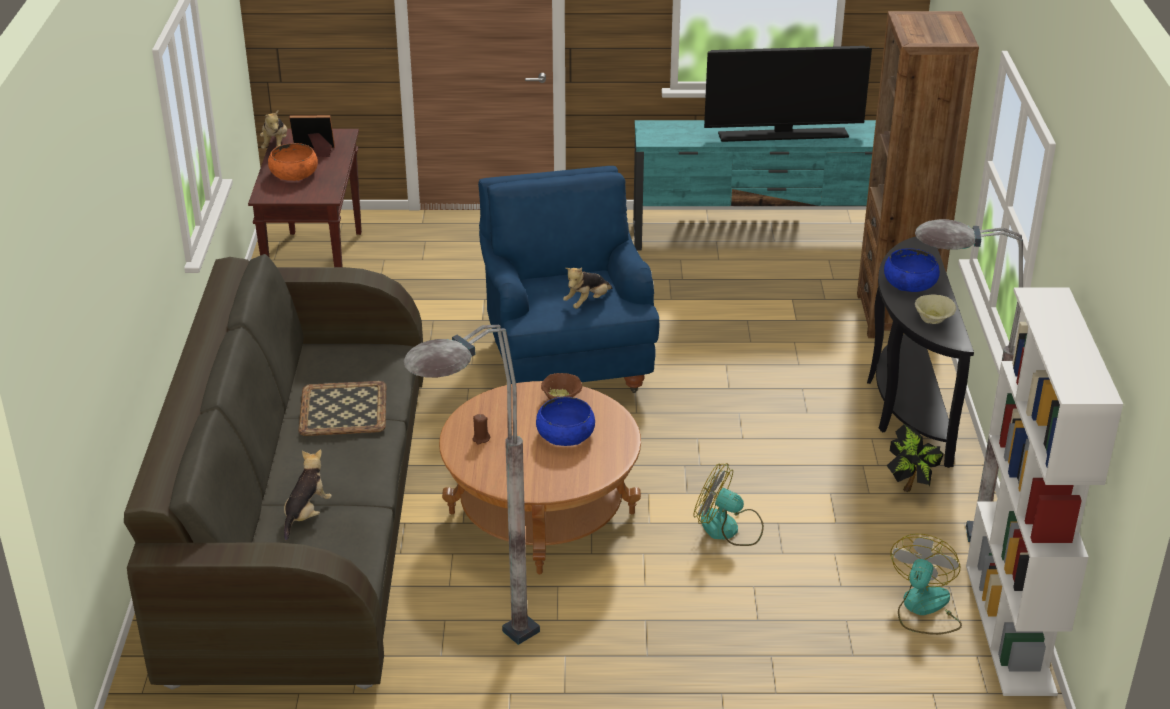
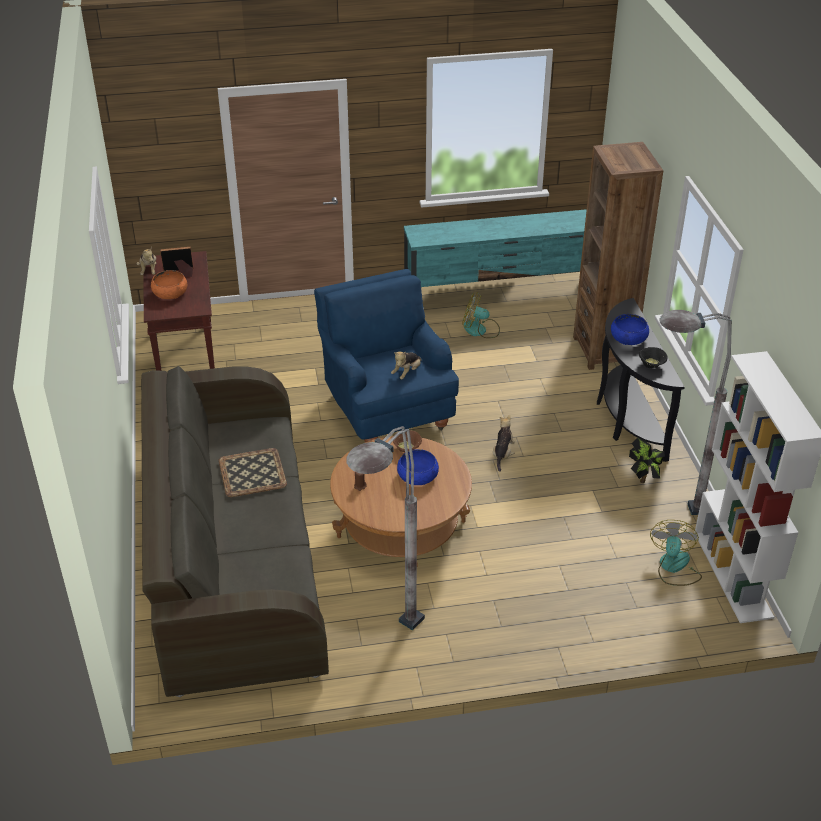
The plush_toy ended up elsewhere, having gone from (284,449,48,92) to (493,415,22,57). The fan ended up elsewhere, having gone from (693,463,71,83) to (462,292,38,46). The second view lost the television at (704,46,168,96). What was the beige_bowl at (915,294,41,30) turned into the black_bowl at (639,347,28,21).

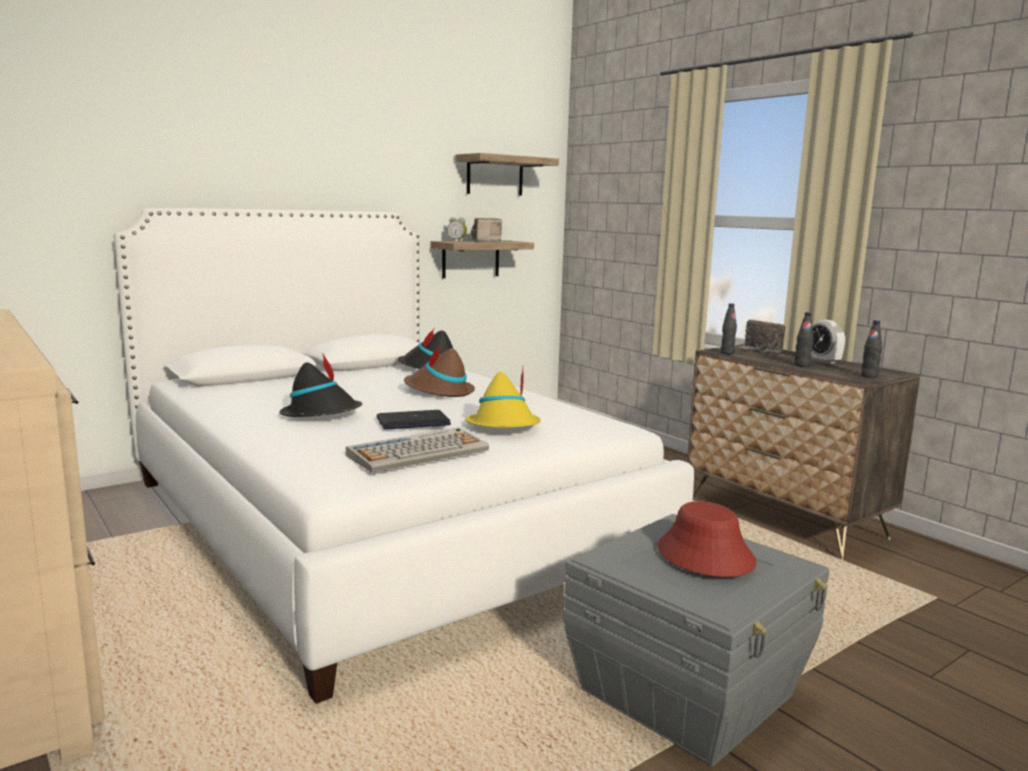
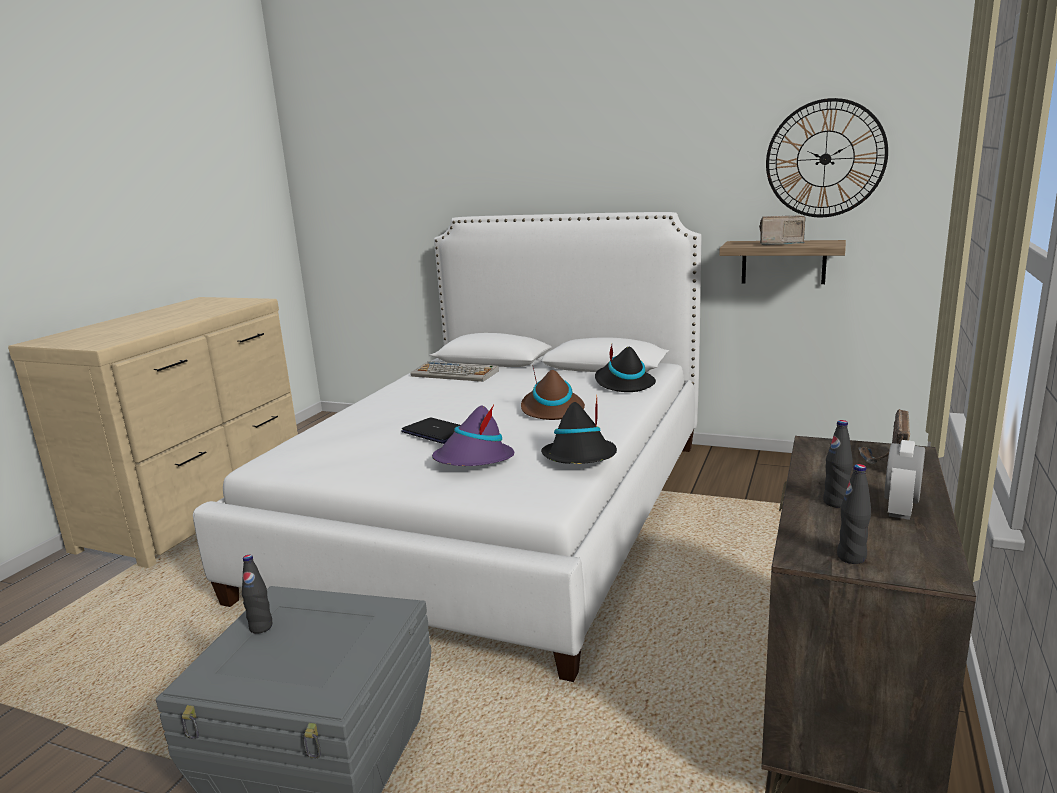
The black_hat ended up elsewhere, having gone from (279,353,83,64) to (541,395,76,69). The keyboard ended up elsewhere, having gone from (346,428,143,45) to (410,361,89,21). The second view lost the alarm_clock at (448,217,19,25). Where the shelf hung at (456,153,103,43), the wall_clock came to hang at (766,98,122,119). What was the yellow_hat at (465,367,76,61) turned into the purple_hat at (432,404,82,62). The second view lost the red_hat at (657,501,100,76). The black_bottle ended up elsewhere, having gone from (721,303,16,51) to (242,555,30,79).

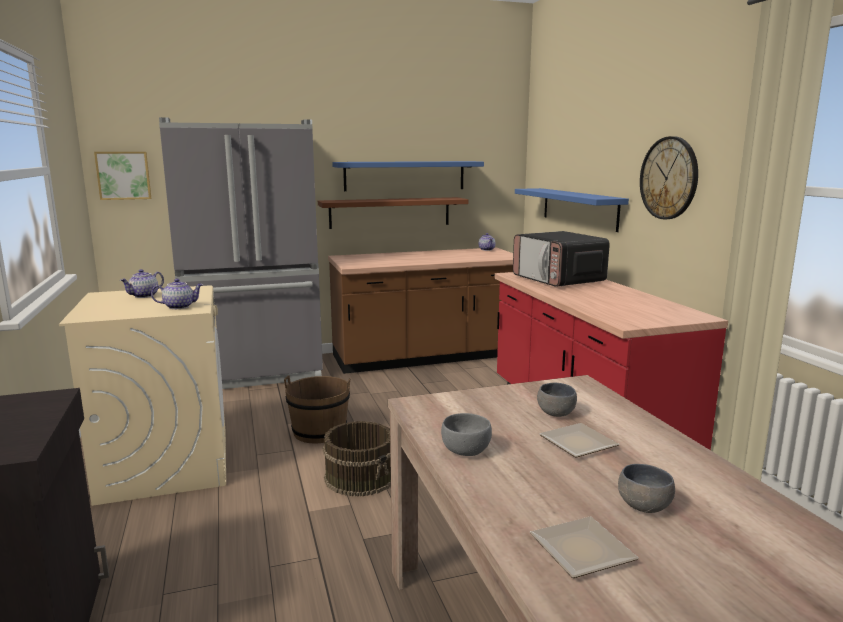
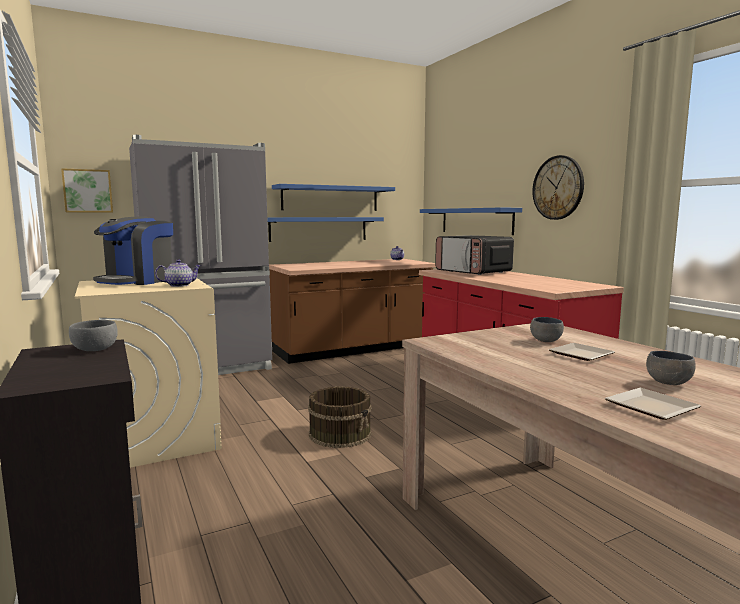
Where the teapot stood at (120,269,44,29), the coffee_machine came to stand at (93,216,80,69). The second view lost the brown_bucket at (284,375,67,68). What was the brown_shelf at (318,197,150,32) turned into the blue_shelf at (267,217,117,25). The grey_bowl ended up elsewhere, having gone from (441,413,51,43) to (69,320,49,31).

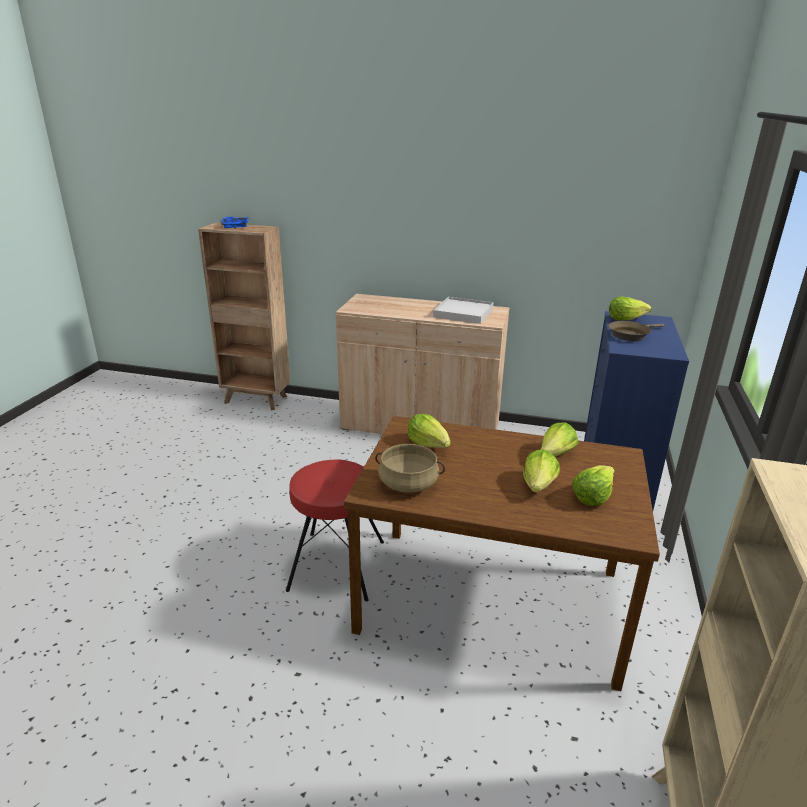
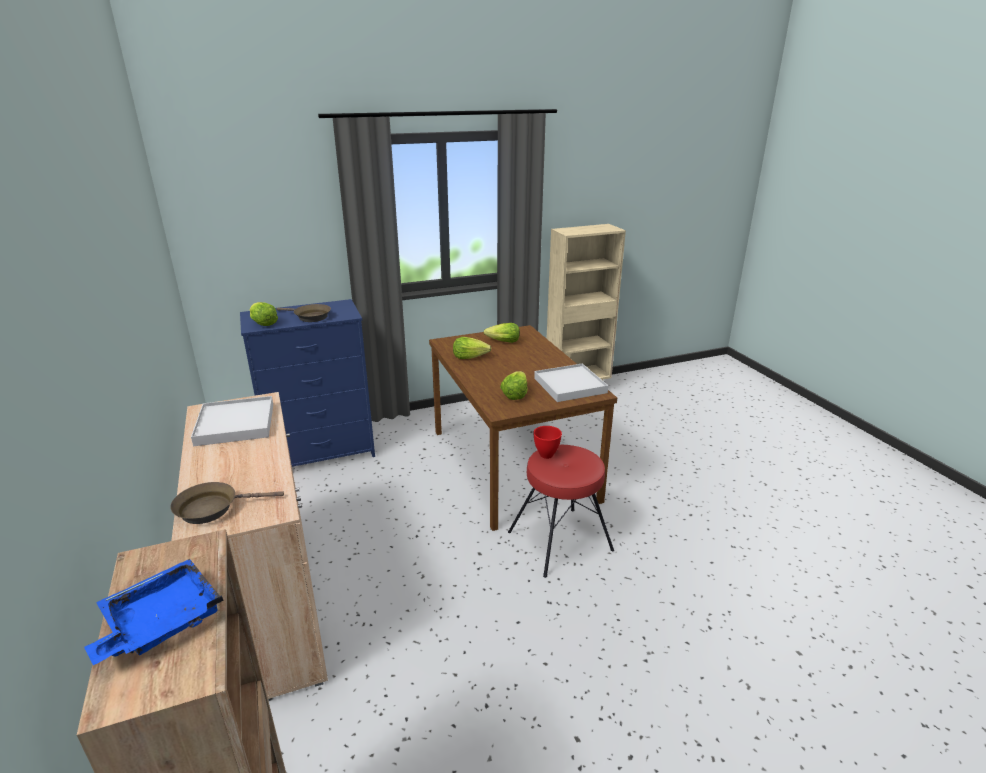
Where the beige_cooking_pot stood at (375,444,70,49), the white_tray came to stand at (534,364,74,38). The second view lost the lettuce at (523,449,37,44). The second view gained the brown_frying_pan at (170,482,114,42). The second view gained the red_bowl at (533,426,29,33).

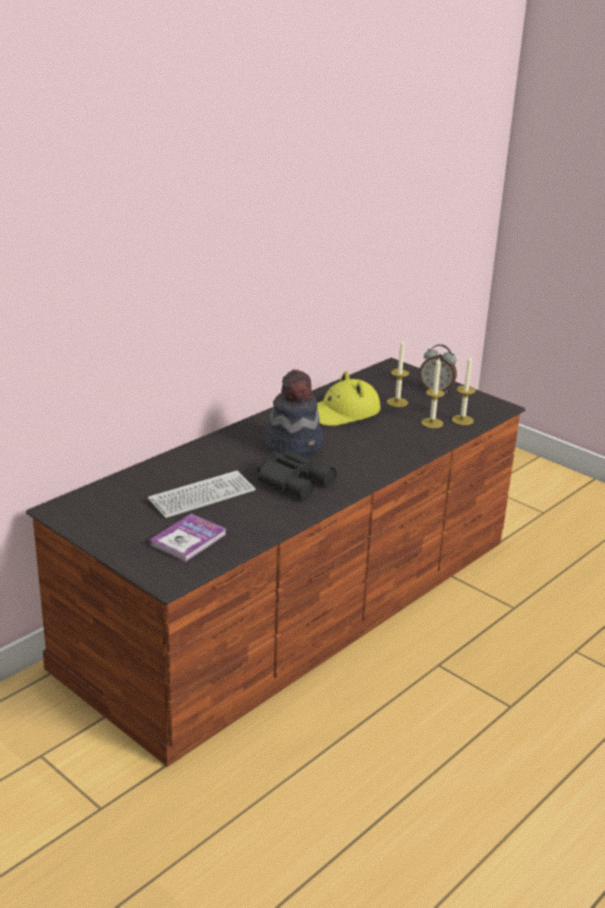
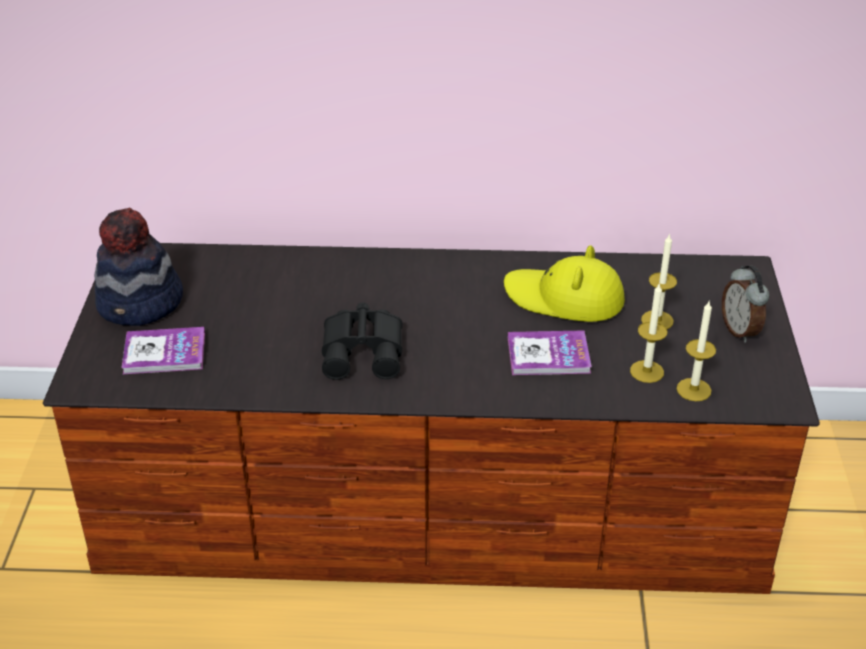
The second view lost the keyboard at (148,471,108,47). The hat ended up elsewhere, having gone from (265,369,58,88) to (94,208,89,118). The second view gained the book at (508,330,84,45).

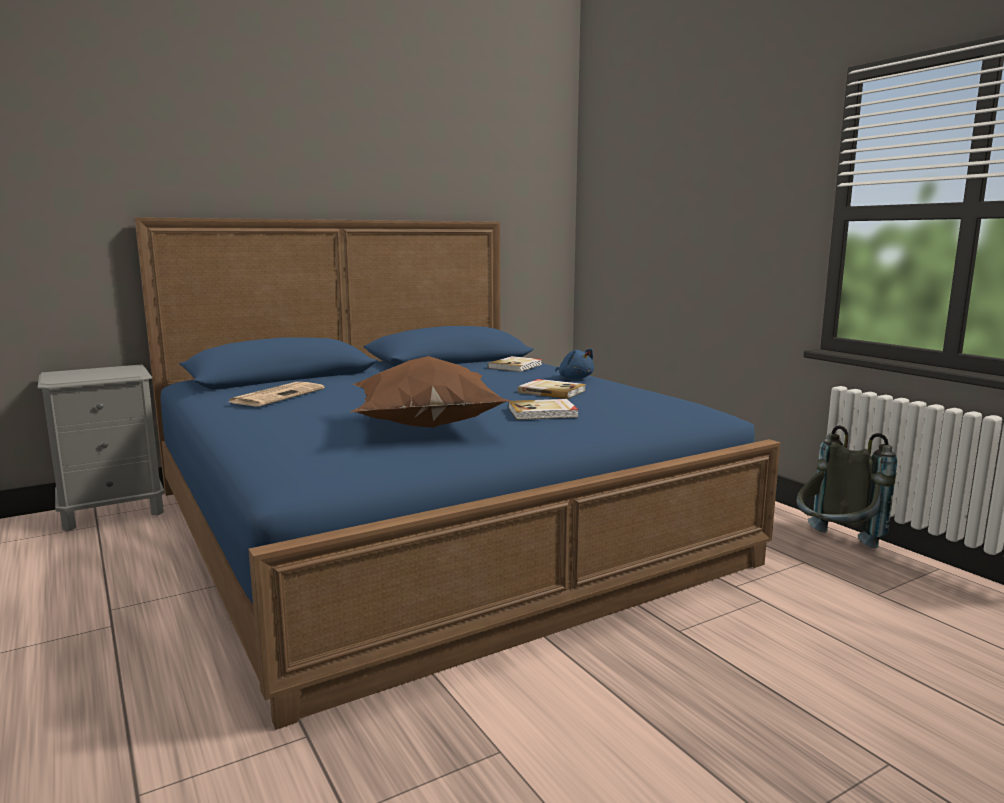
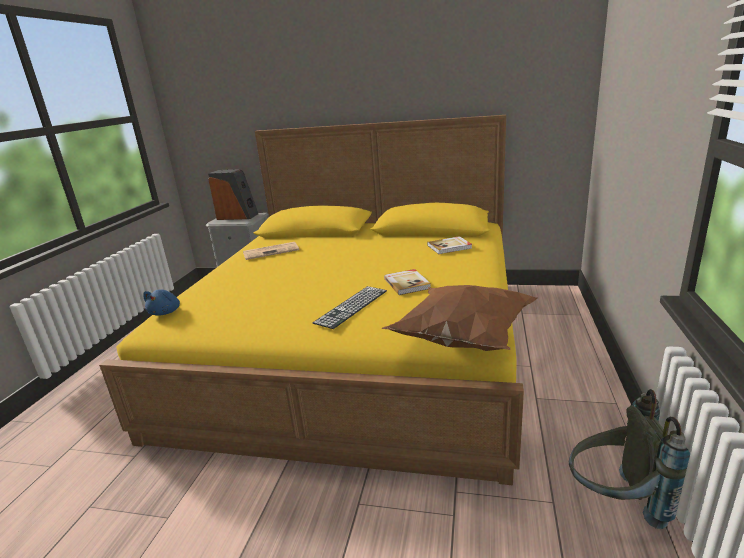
What was the blue_bed at (135,217,645,513) turned into the yellow_bed at (99,115,425,370). The brown_pillow ended up elsewhere, having gone from (350,356,161,72) to (382,285,155,66). Where the book stood at (508,399,71,21), the keyboard came to stand at (313,286,74,43). The blue_plush_toy ended up elsewhere, having gone from (555,349,39,30) to (143,289,37,27). The second view gained the speaker at (208,169,50,51).

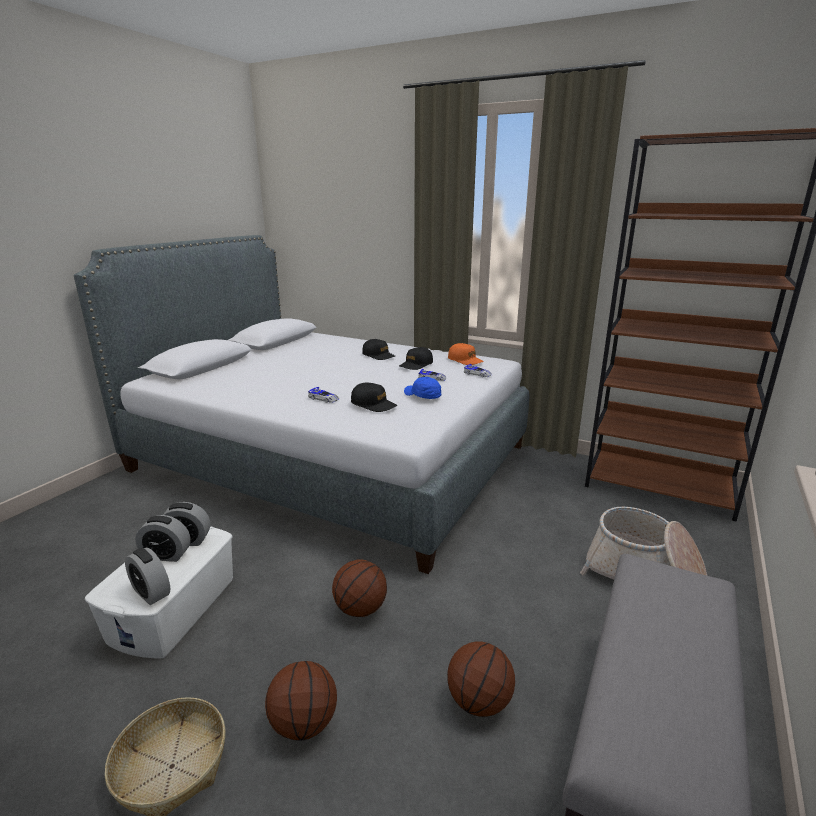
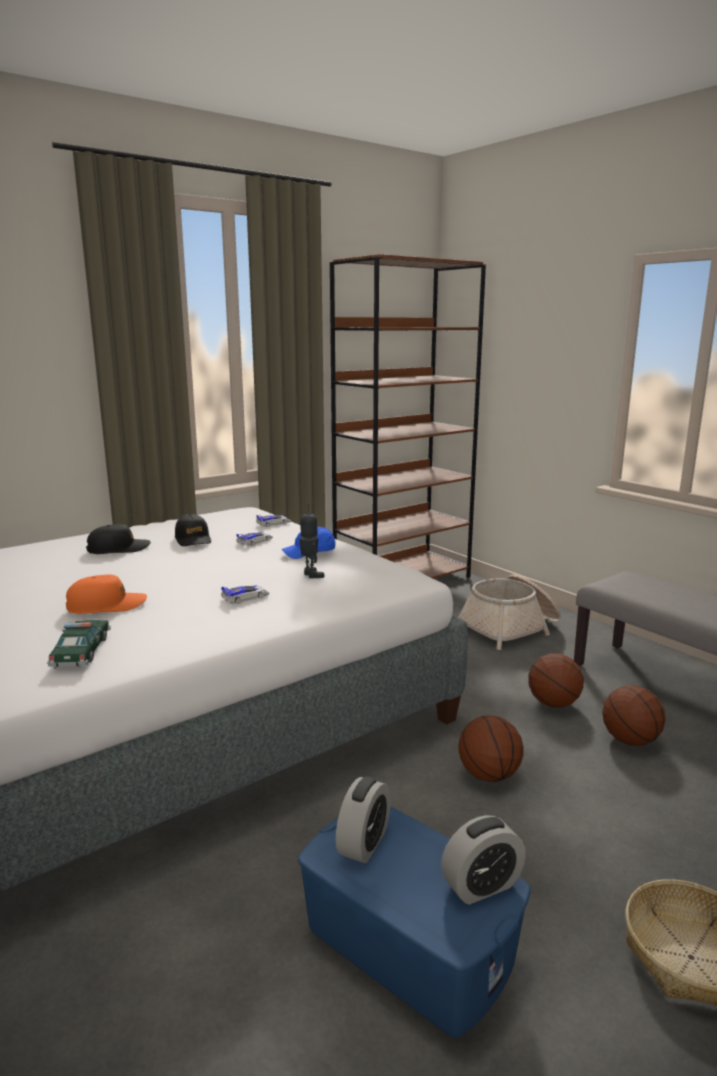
What was the white_storage_box at (85,526,148,133) turned into the blue_storage_box at (298,806,233,232). The second view lost the alarm_clock at (135,515,56,47). The basketball ended up elsewhere, having gone from (265,661,72,80) to (529,653,55,55). Where the black_cap stood at (351,383,46,29), the toy_robot came to stand at (299,504,25,74). The orange_cap ended up elsewhere, having gone from (448,343,36,22) to (66,575,81,39). The second view gained the toy_car at (47,619,64,50).

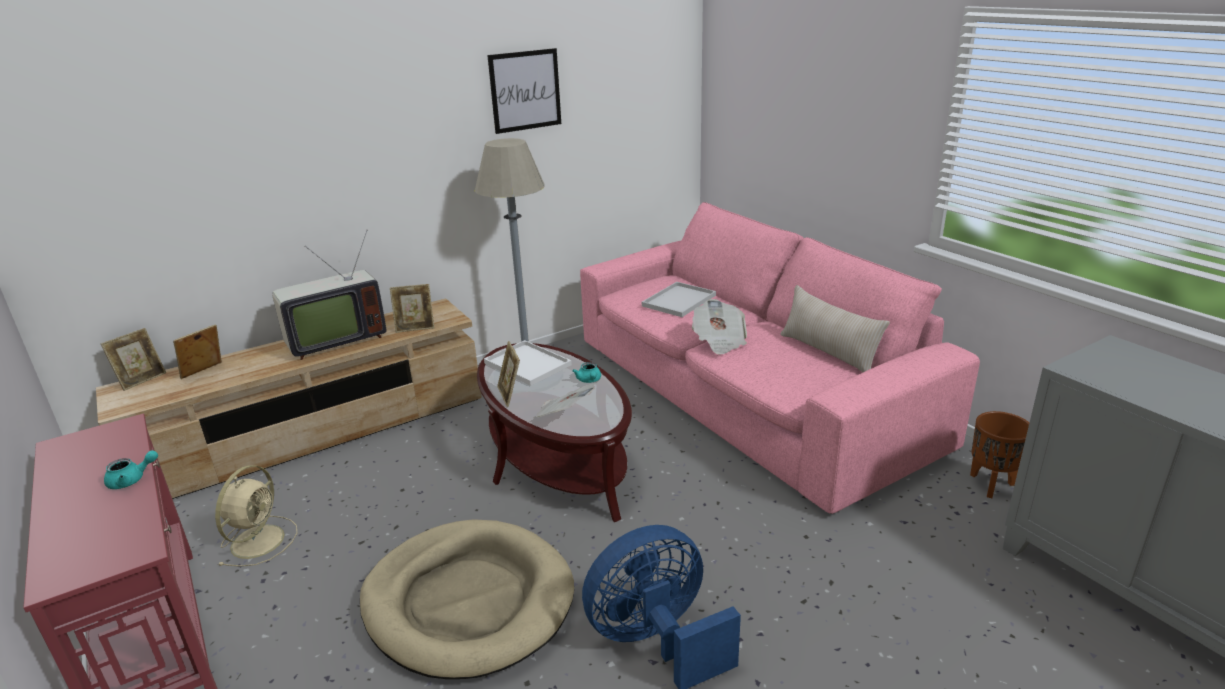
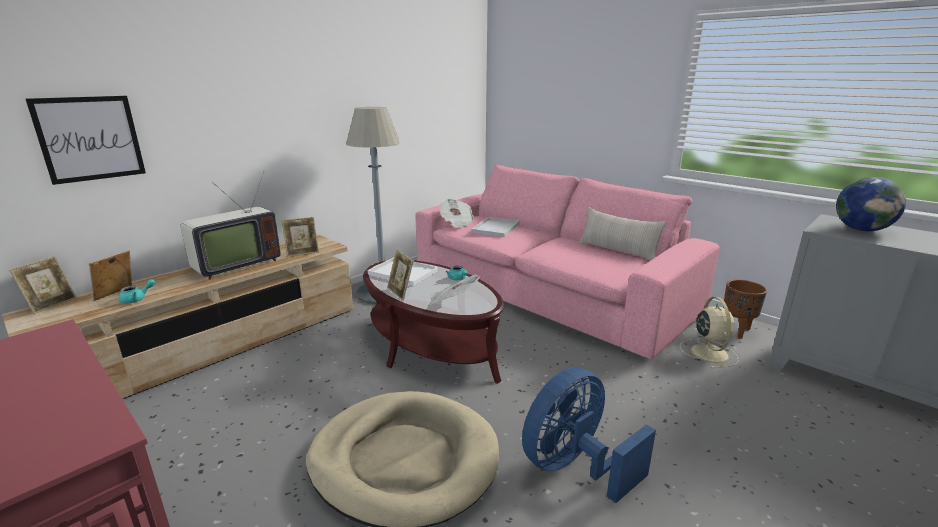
The turquoise_teapot ended up elsewhere, having gone from (104,450,54,39) to (119,279,37,24). The beige_fan ended up elsewhere, having gone from (215,465,82,102) to (680,297,59,72). The picture ended up elsewhere, having gone from (487,48,74,86) to (26,96,120,89). The newspaper ended up elsewhere, having gone from (692,299,55,56) to (440,199,34,30). The second view gained the globe at (836,177,70,54).

